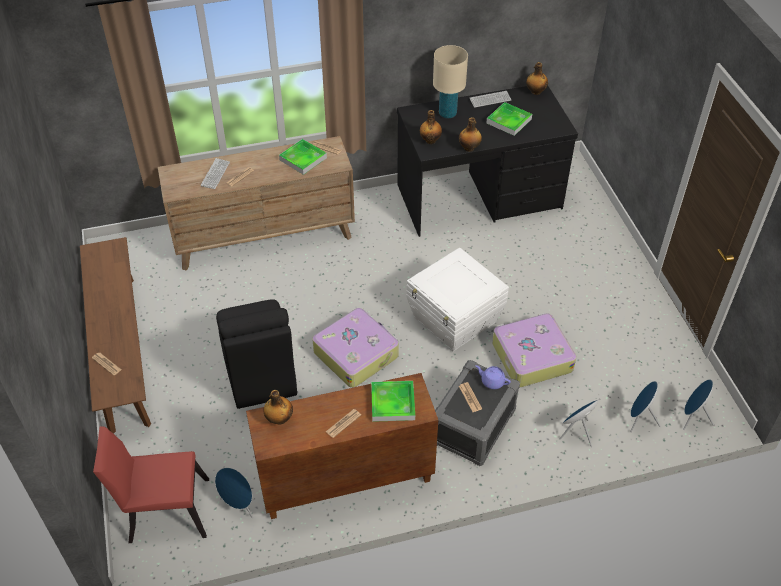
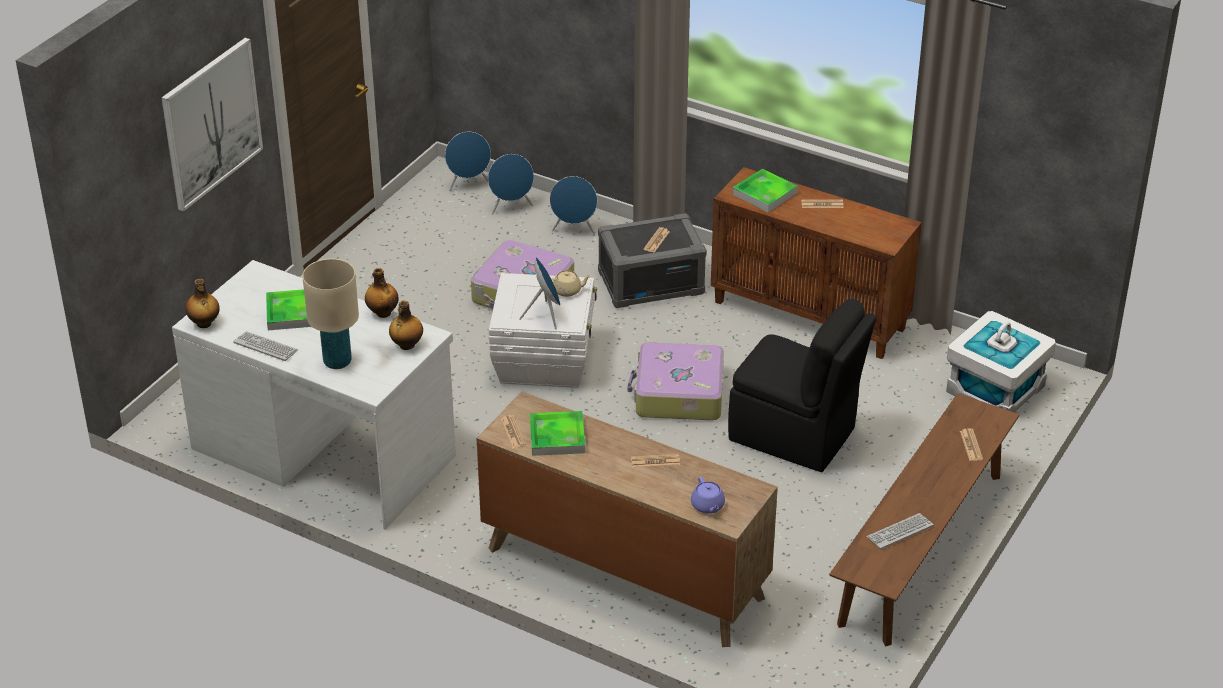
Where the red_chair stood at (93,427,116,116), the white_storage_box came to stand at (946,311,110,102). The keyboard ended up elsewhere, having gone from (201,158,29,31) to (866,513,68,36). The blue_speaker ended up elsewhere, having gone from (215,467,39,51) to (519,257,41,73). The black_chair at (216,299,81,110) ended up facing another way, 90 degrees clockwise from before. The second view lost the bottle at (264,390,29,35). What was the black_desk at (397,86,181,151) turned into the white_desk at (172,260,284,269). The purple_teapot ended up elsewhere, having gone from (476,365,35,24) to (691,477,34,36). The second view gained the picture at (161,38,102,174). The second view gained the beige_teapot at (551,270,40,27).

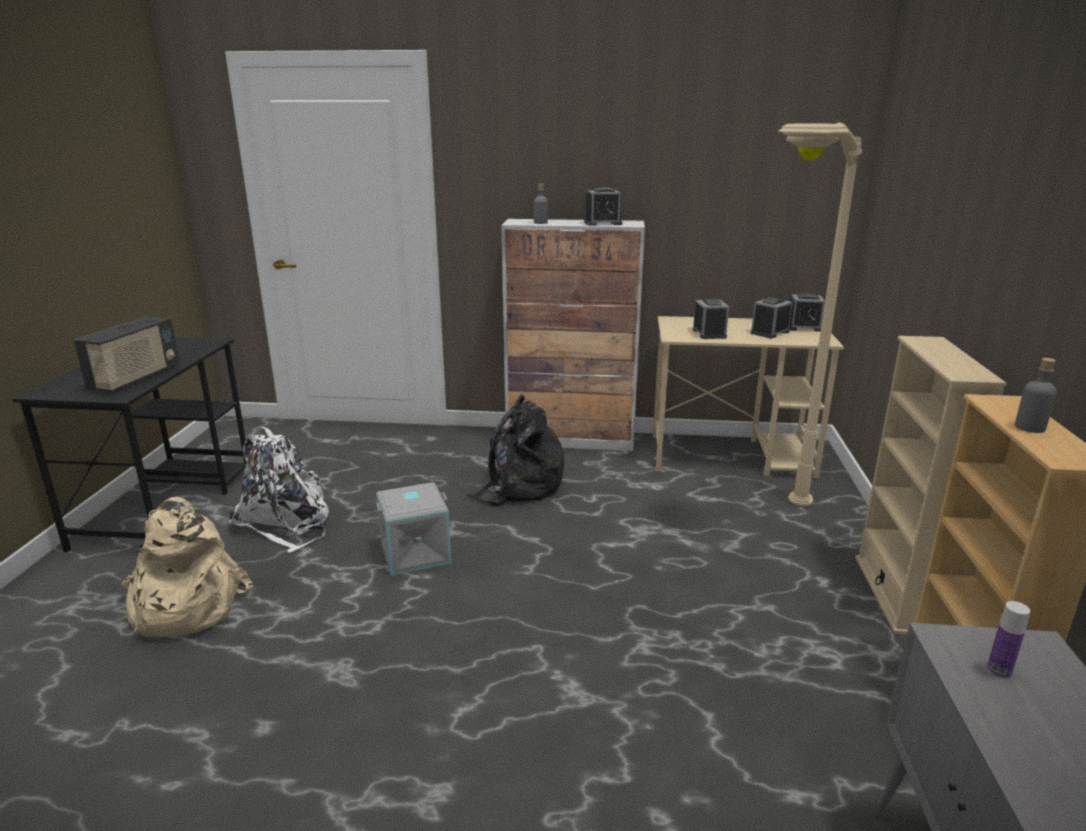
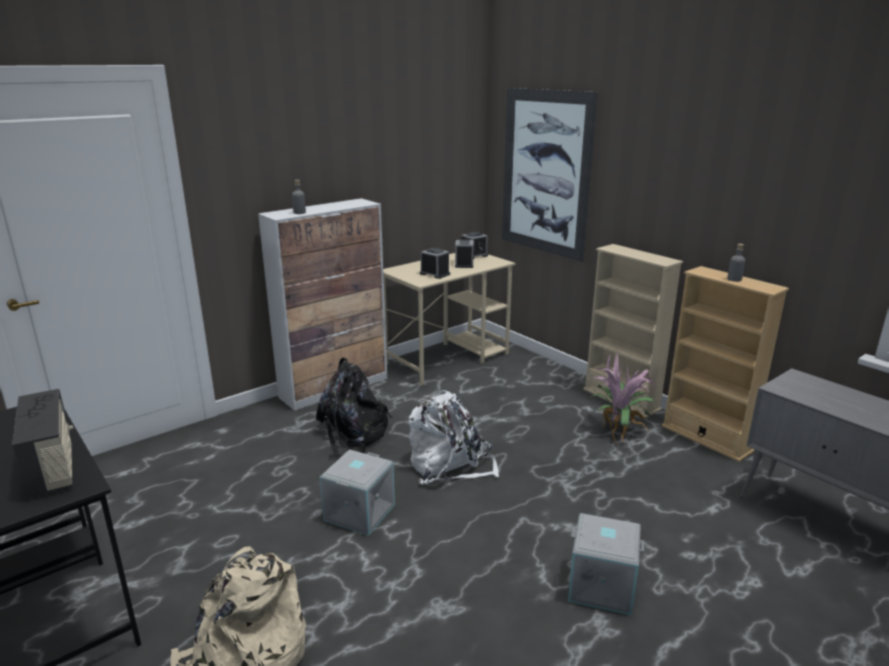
The white_backpack ended up elsewhere, having gone from (229,427,100,126) to (409,391,90,93). The second view lost the alarm_clock at (584,187,38,39). The second view lost the beige_floor_lamp at (778,122,85,384). The second view lost the bottle at (987,601,44,78). The second view gained the picture at (502,88,96,174). The second view gained the grey_storage_box at (568,513,76,103). The second view gained the potted_plant at (587,352,72,93).

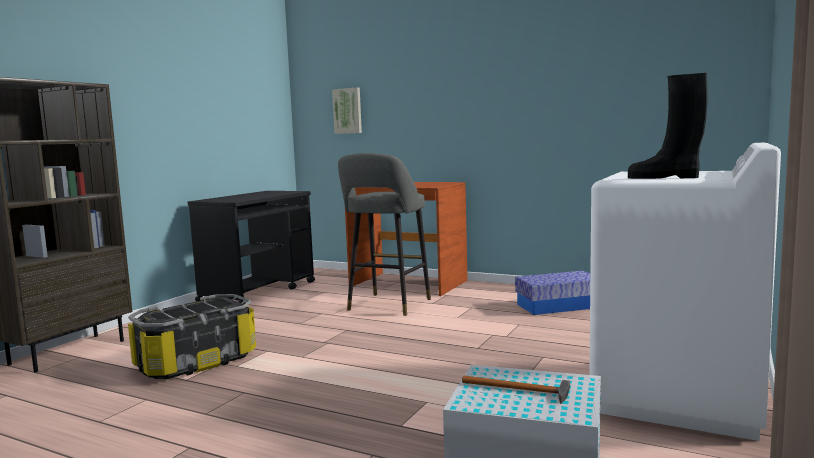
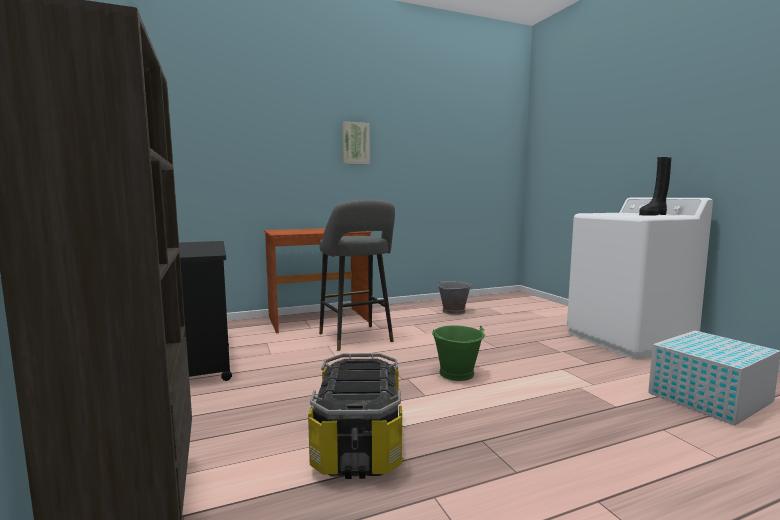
The picture ended up elsewhere, having gone from (332,87,30,47) to (342,121,28,44). The second view lost the hammer at (462,375,108,29). Where the storage_box stood at (515,271,75,44), the grey_bucket came to stand at (438,280,34,35). The second view gained the green_bucket at (432,326,53,55).

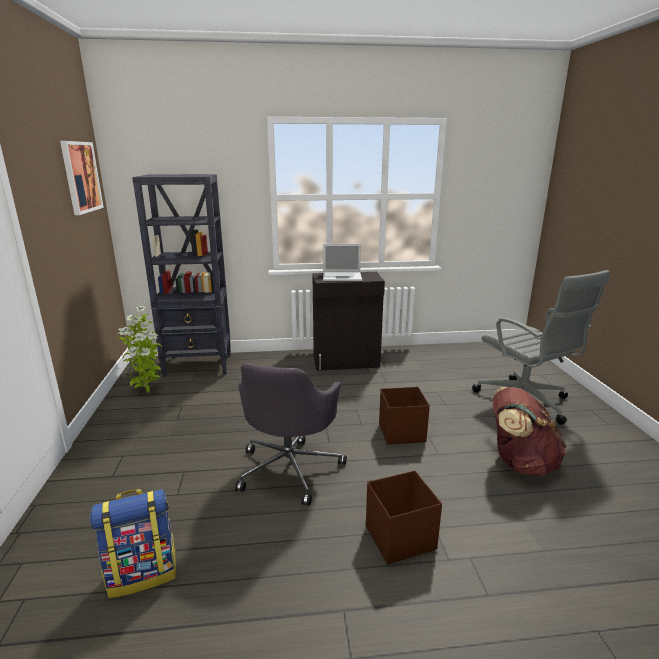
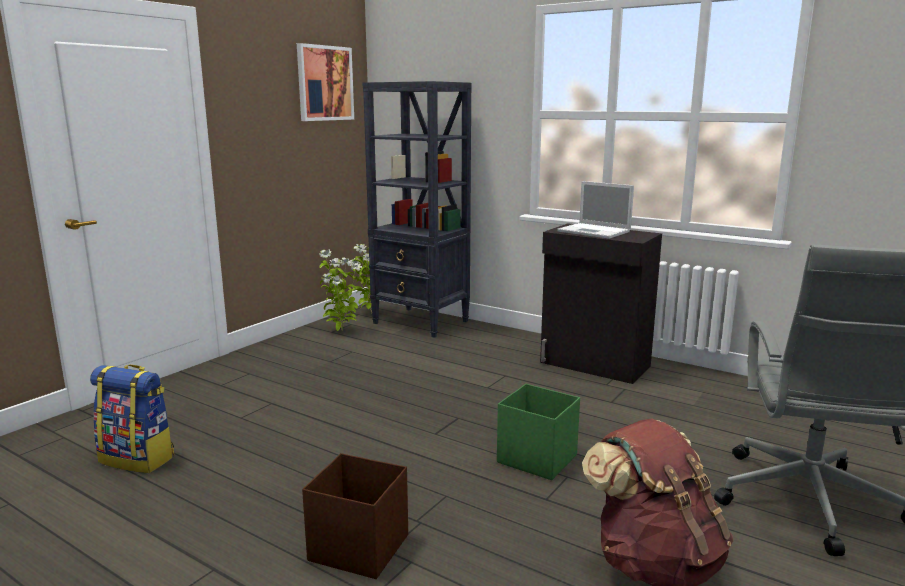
The second view lost the grey_office_chair at (235,363,112,143). What was the brown_storage_box at (379,387,51,58) turned into the green_storage_box at (497,384,83,96).

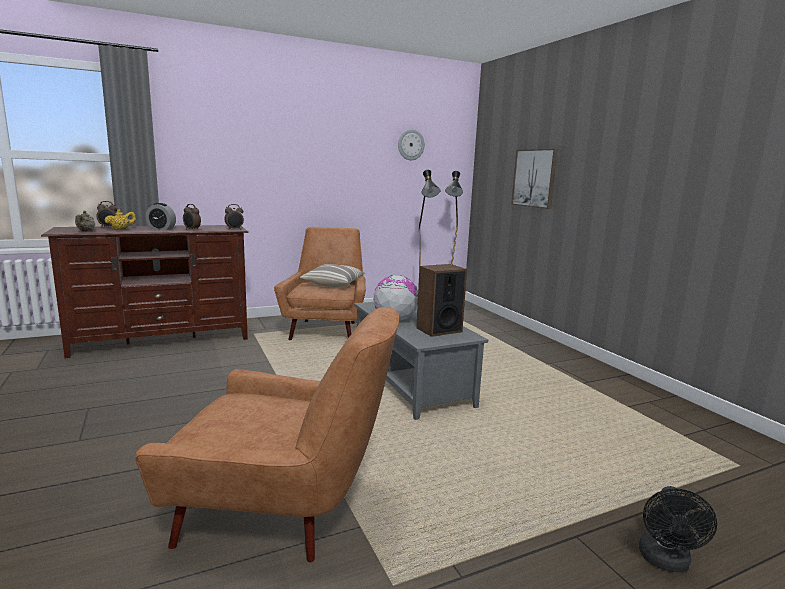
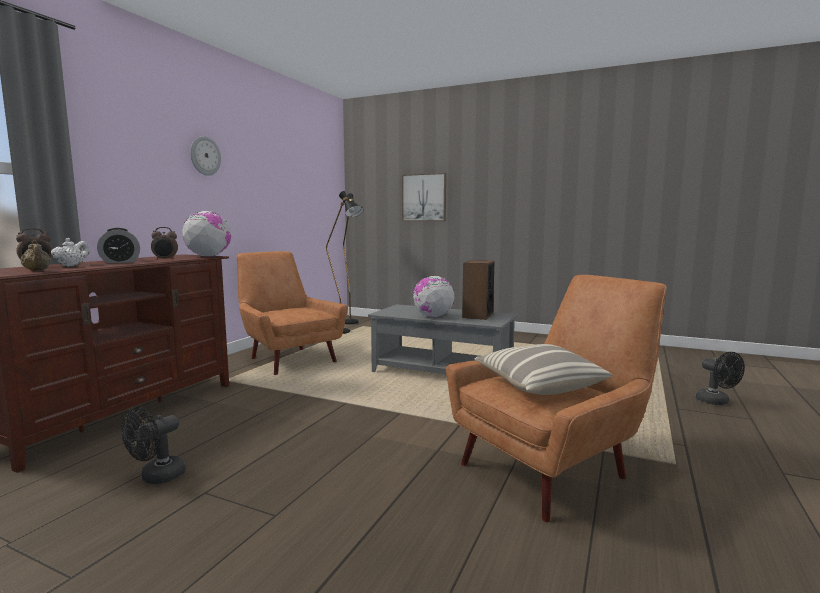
What was the yellow_teapot at (104,209,32,21) turned into the white_teapot at (51,238,38,29). Where the alarm_clock stood at (224,204,20,26), the globe came to stand at (182,211,49,46). The pillow ended up elsewhere, having gone from (300,264,66,23) to (474,344,138,51). The wall_clock ended up elsewhere, having gone from (398,129,27,31) to (190,136,31,40). The second view gained the black_fan at (122,408,64,76).

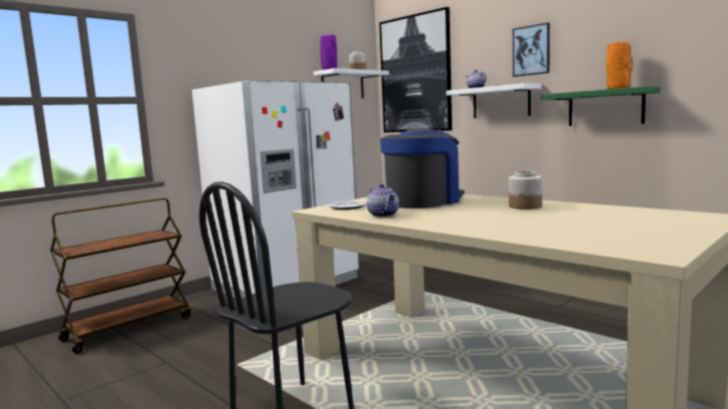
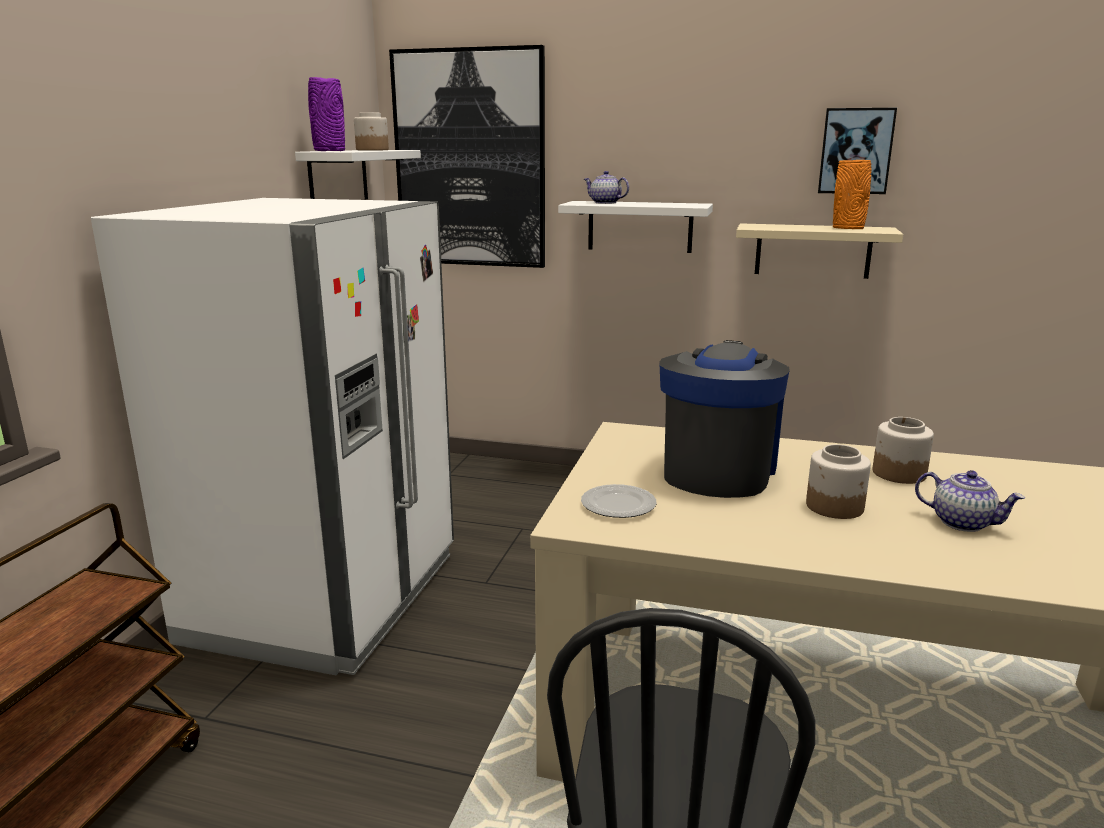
The teapot ended up elsewhere, having gone from (367,184,32,33) to (915,470,110,62). The picture ended up elsewhere, having gone from (513,23,37,54) to (818,108,79,86). What was the green_shelf at (541,86,120,40) turned into the beige_shelf at (736,223,167,56). The second view gained the jar at (806,444,65,75).

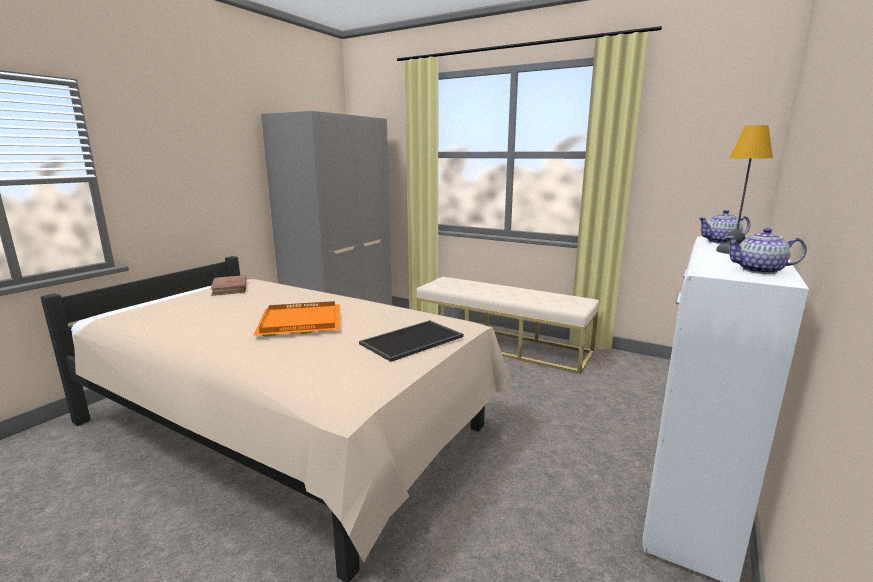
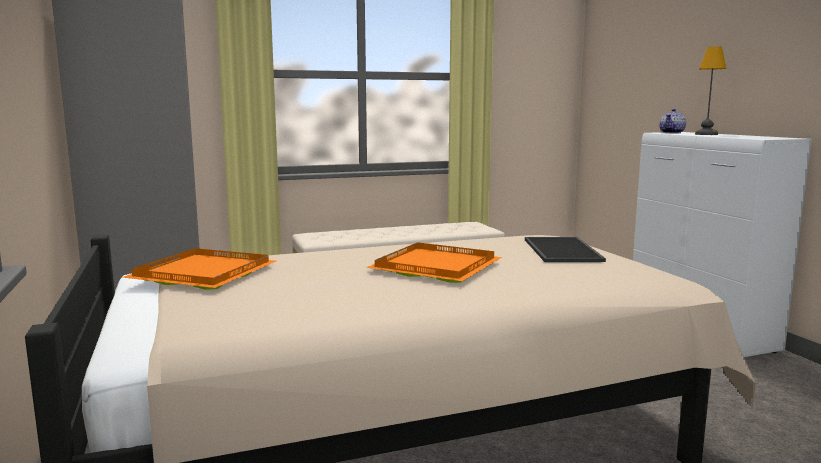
Where the brown_book stood at (211,275,36,21), the orange_tray came to stand at (122,248,154,42). The second view lost the teapot at (724,228,83,46).

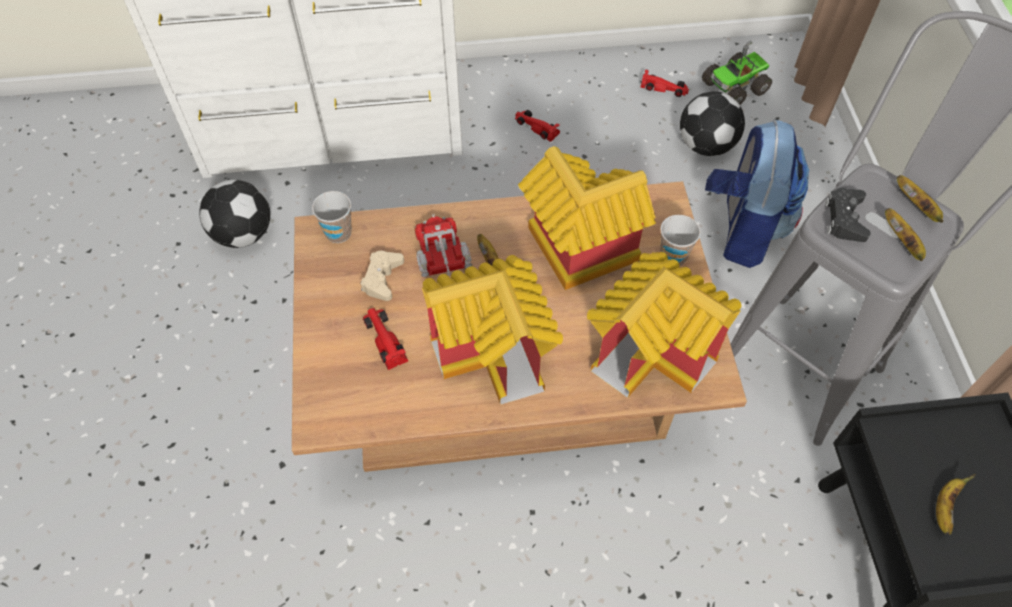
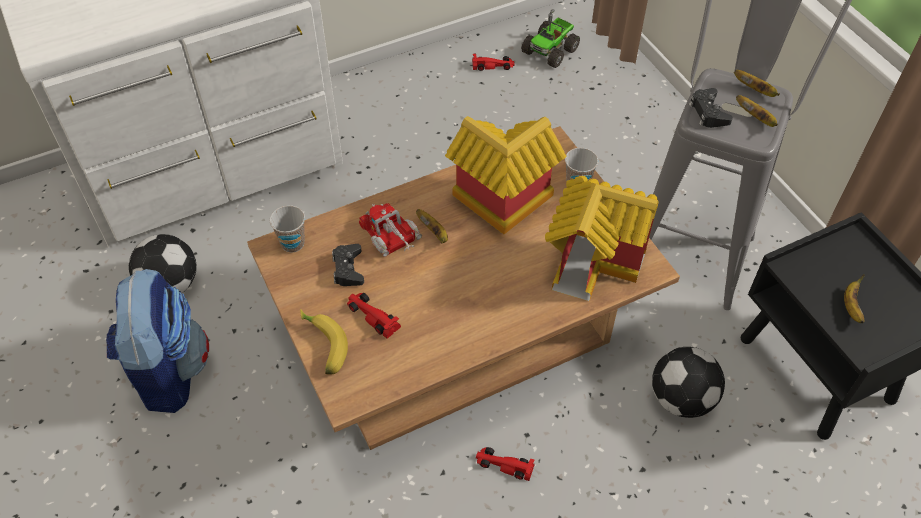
What was the beige_game_controller at (360,250,44,51) turned into the black_game_controller at (332,244,32,42). The second view lost the toy_house at (422,255,141,150). The red_toy_car ended up elsewhere, having gone from (515,110,45,32) to (476,447,59,34). The football ended up elsewhere, having gone from (680,92,65,64) to (652,347,73,71). The backpack ended up elsewhere, having gone from (705,119,104,149) to (106,269,103,144). The second view gained the banana at (300,309,48,65).

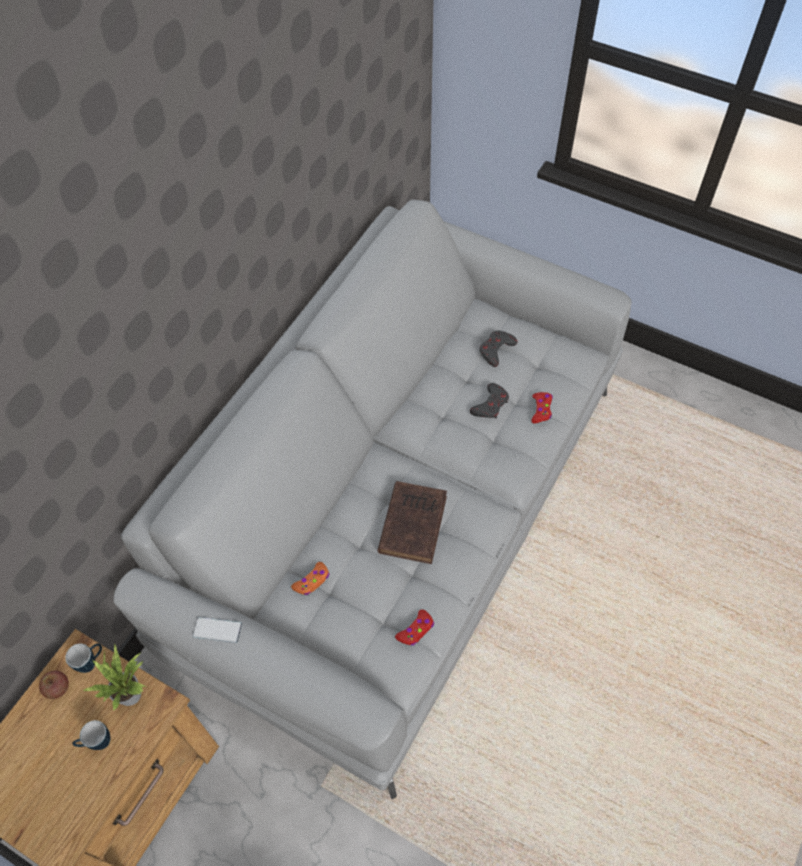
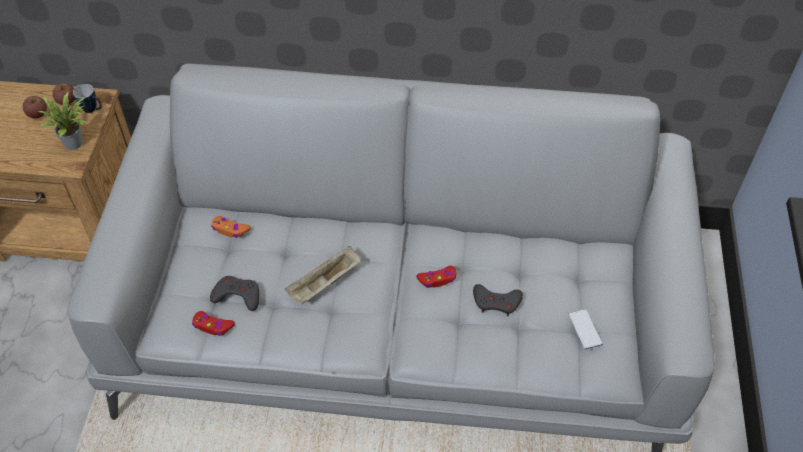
The second view lost the mug at (72,720,38,30). The phone ended up elsewhere, having gone from (193,617,49,26) to (568,309,35,41). Where the brown_book stood at (378,481,69,83), the beige_tray came to stand at (285,246,76,58). The grey_game_controller ended up elsewhere, having gone from (480,330,38,37) to (210,276,49,35). The red_game_controller ended up elsewhere, having gone from (531,392,22,32) to (416,266,40,22). The second view gained the apple at (23,96,24,22).

